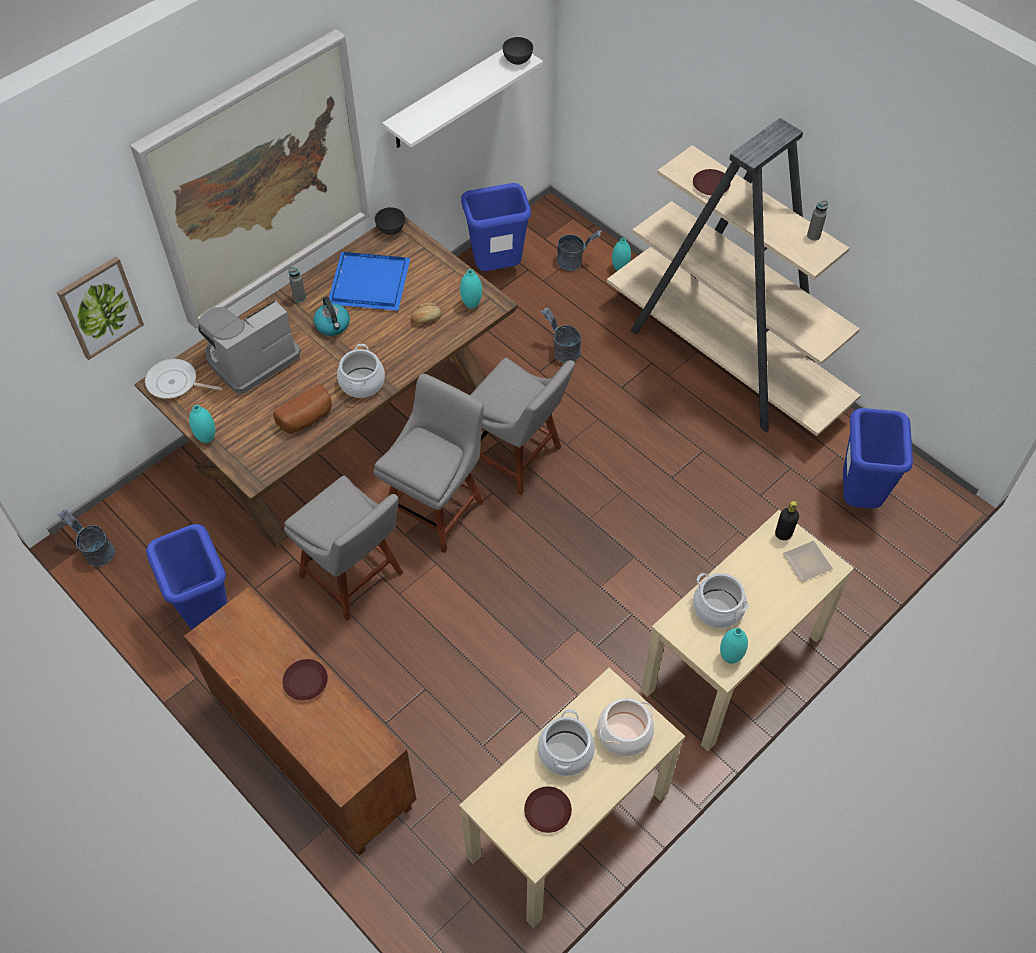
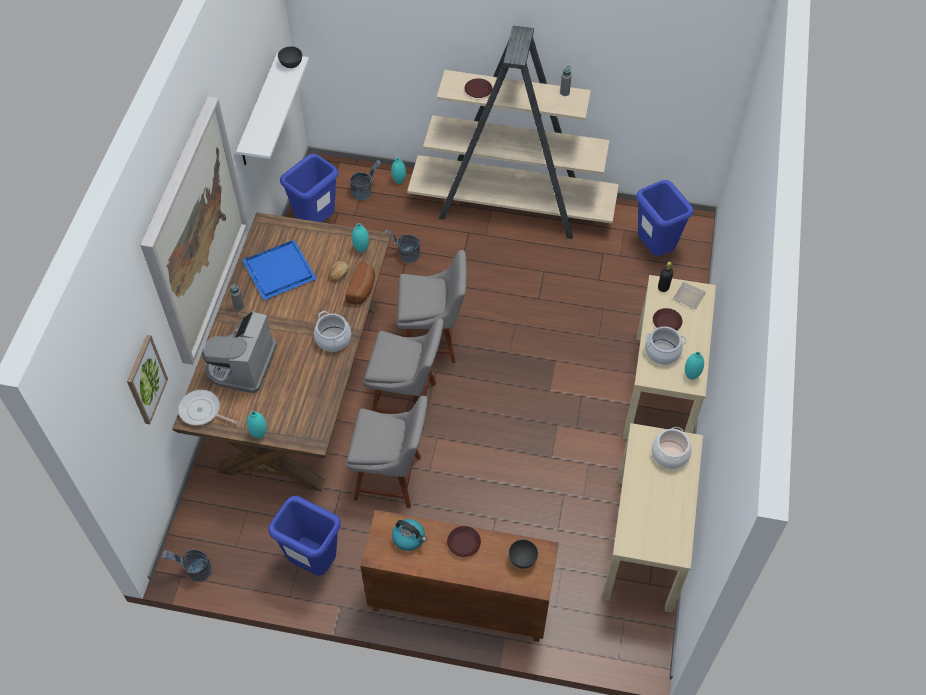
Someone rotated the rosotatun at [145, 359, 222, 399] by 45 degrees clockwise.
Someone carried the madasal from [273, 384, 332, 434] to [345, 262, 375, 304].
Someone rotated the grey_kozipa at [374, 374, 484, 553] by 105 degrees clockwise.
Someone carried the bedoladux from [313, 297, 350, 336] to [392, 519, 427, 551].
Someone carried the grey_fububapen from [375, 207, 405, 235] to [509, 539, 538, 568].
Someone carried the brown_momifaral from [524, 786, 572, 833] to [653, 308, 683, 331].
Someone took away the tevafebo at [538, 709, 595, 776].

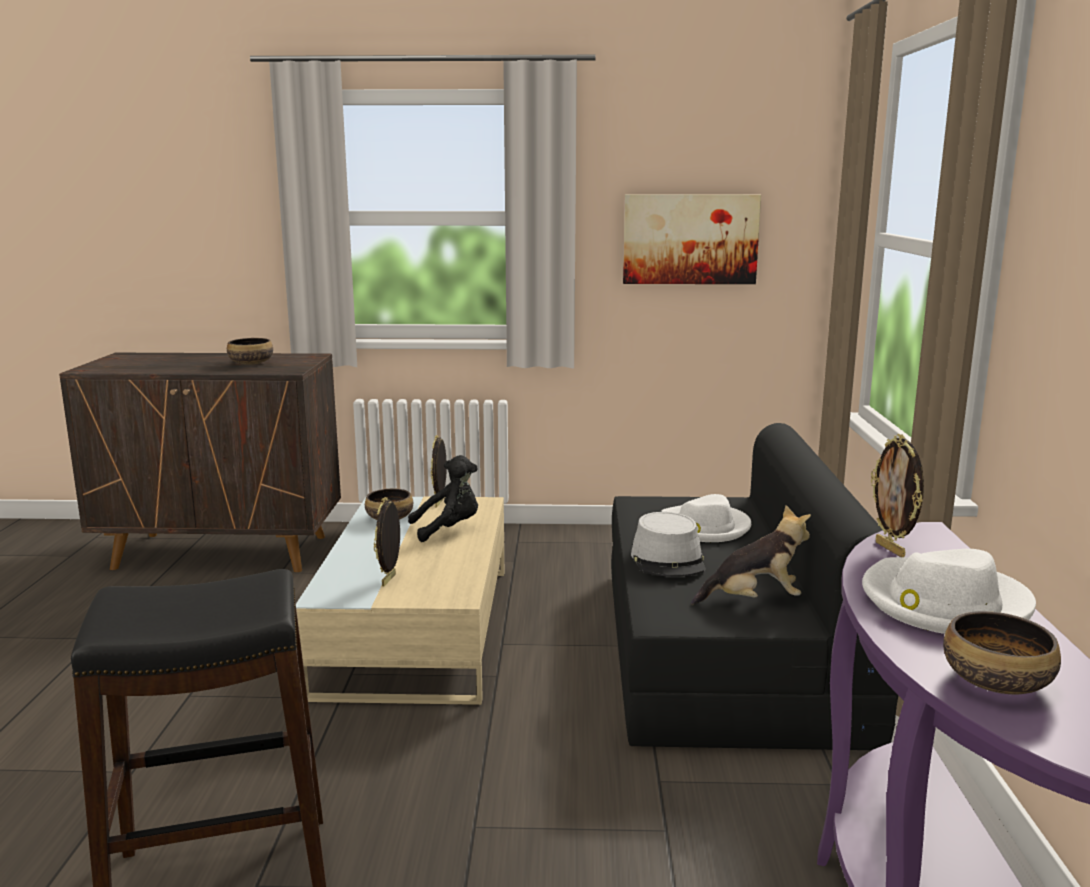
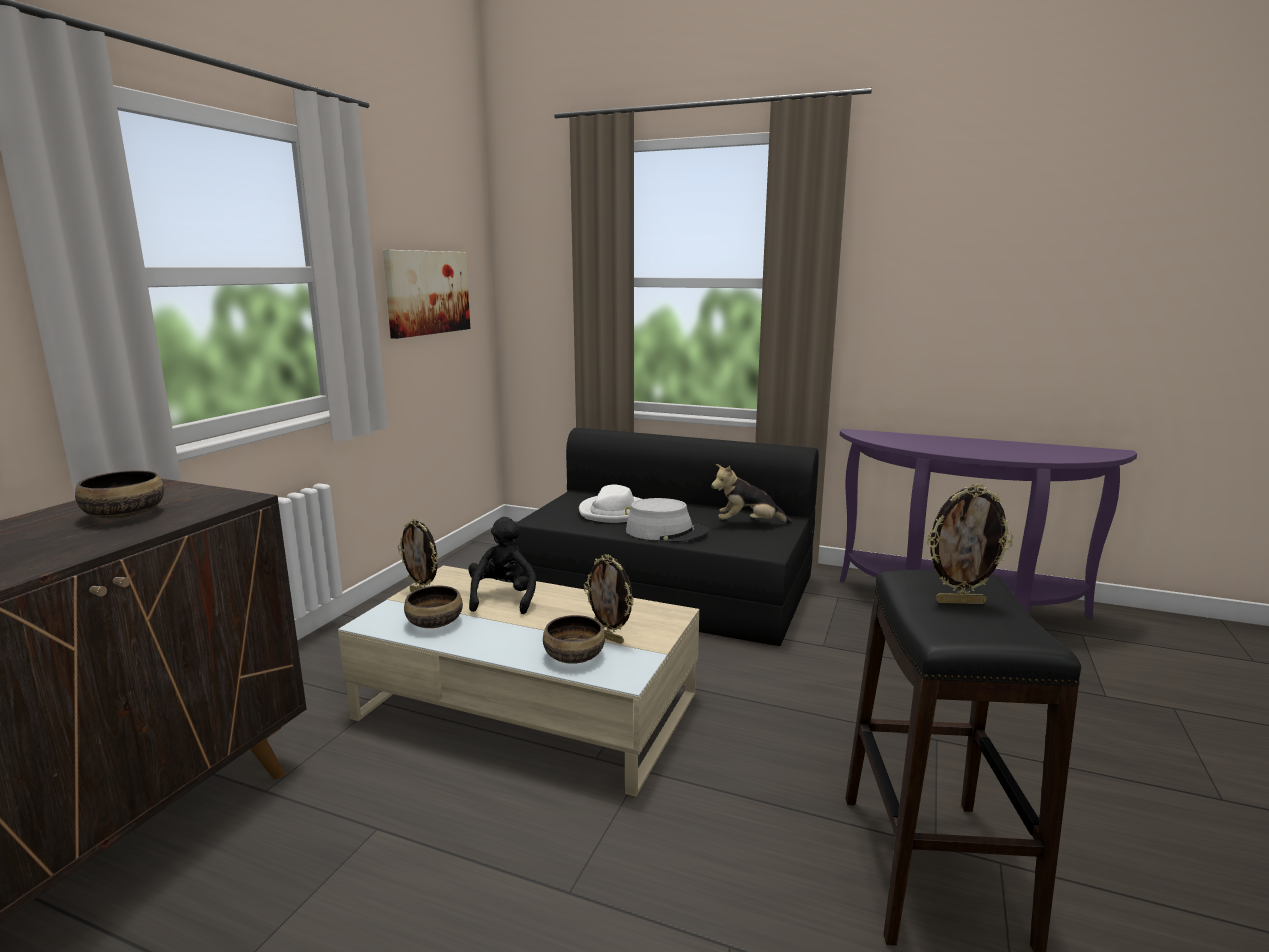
Someone carried the fububapen from [943, 611, 1061, 694] to [543, 615, 605, 664].
Someone rotated the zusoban at [691, 505, 811, 605] by 105 degrees counterclockwise.
Someone carried the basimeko from [871, 434, 924, 557] to [926, 483, 1013, 604].
Someone took away the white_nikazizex at [862, 549, 1036, 634].

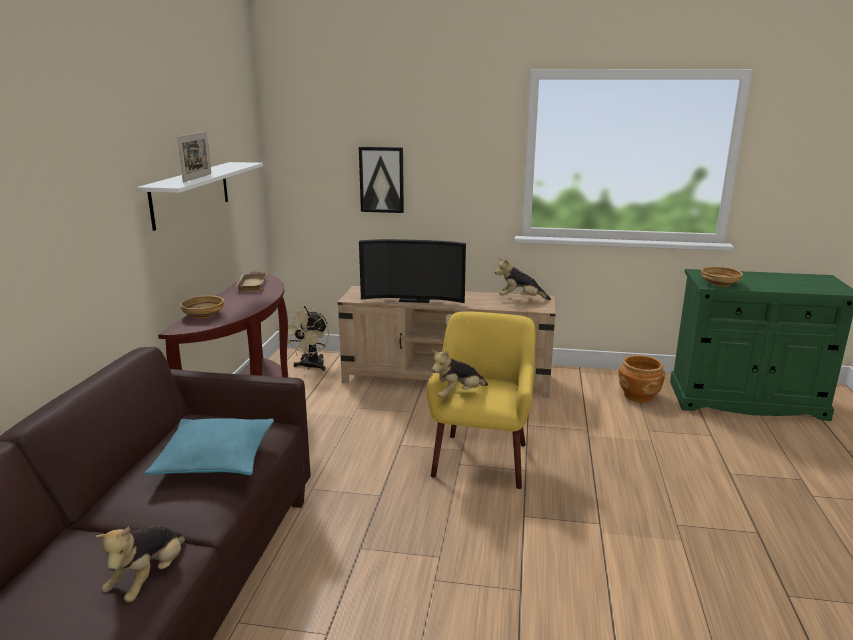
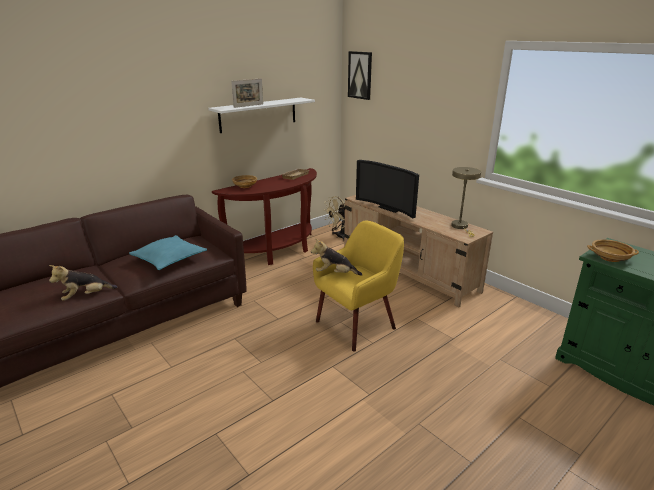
Someone carried the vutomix from [359, 147, 404, 213] to [348, 51, 372, 100].
Someone swapped the zusoban at [495, 258, 551, 300] for the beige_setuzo at [451, 167, 481, 237].
Someone took away the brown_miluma at [619, 355, 665, 403].

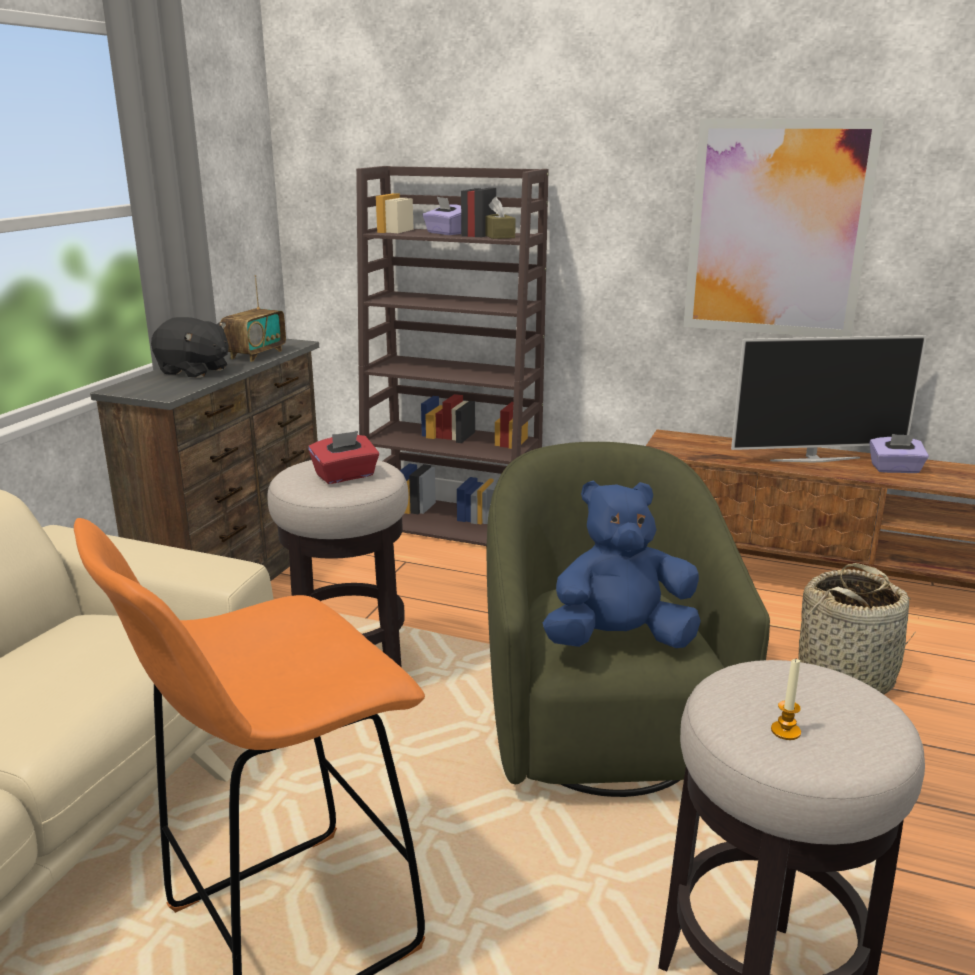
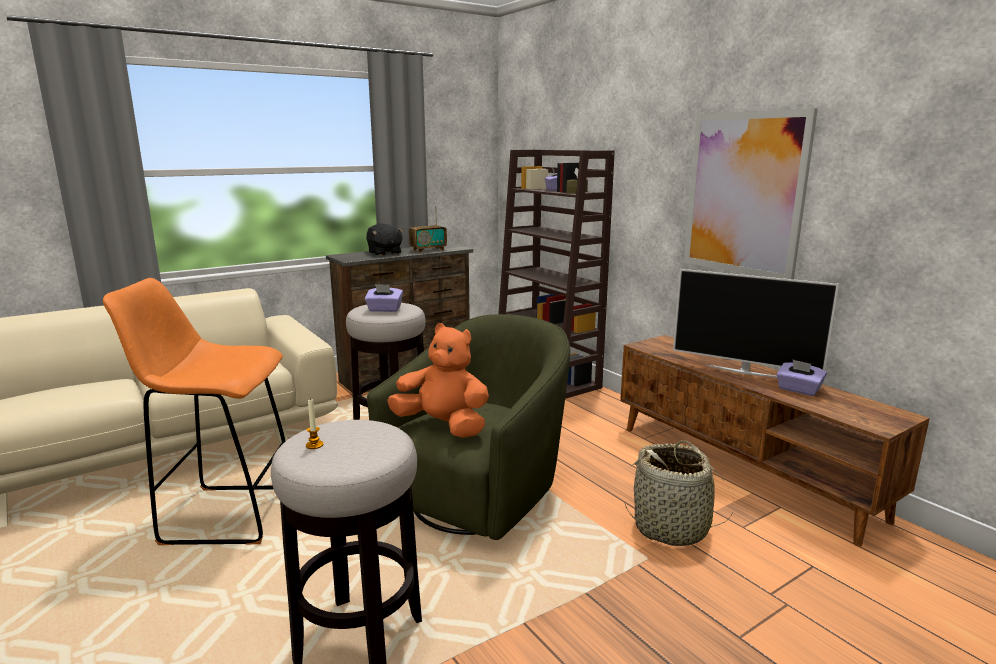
Someone repainted the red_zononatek at [308, 431, 379, 484], which became the purple_zononatek at [365, 284, 403, 312].
Someone repainted the blue_zusoban at [543, 480, 701, 648], which became the orange_zusoban at [387, 323, 489, 438].

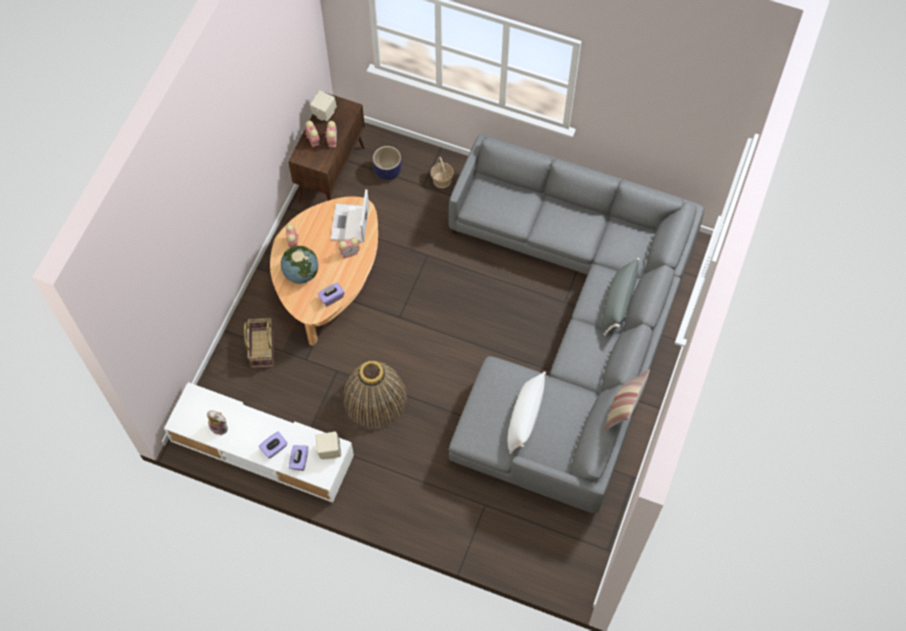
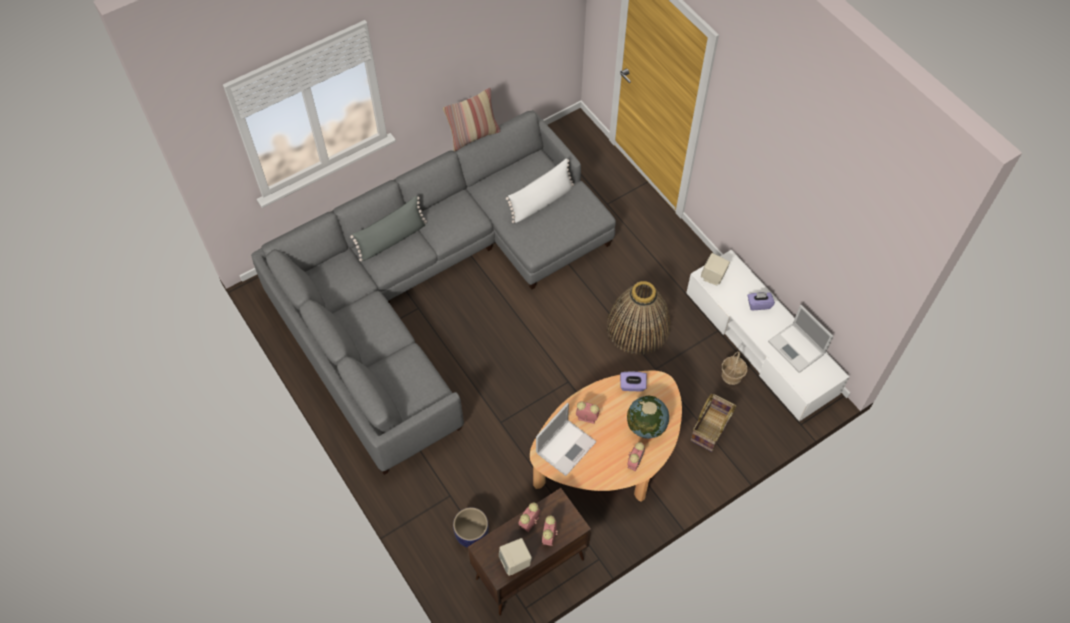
Someone carried the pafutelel from [430, 157, 454, 188] to [721, 351, 748, 385].
Someone swapped the zusoban at [207, 410, 228, 436] for the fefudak at [768, 305, 833, 373].
Someone took away the purple_zononatek at [289, 445, 308, 471].

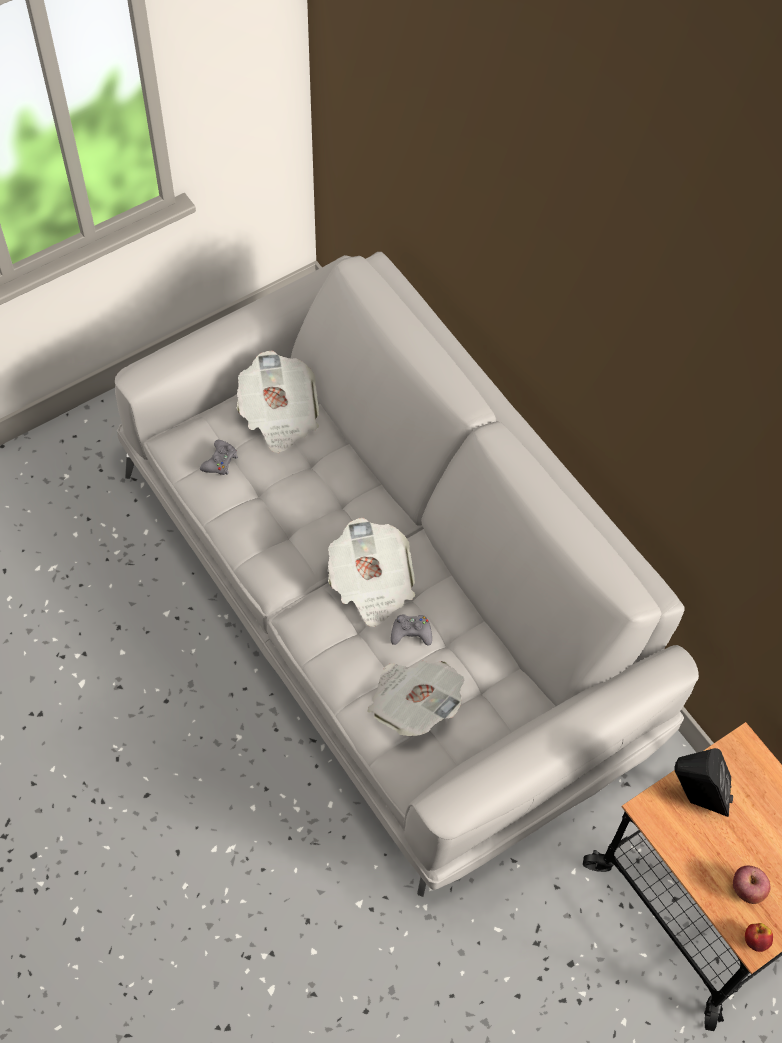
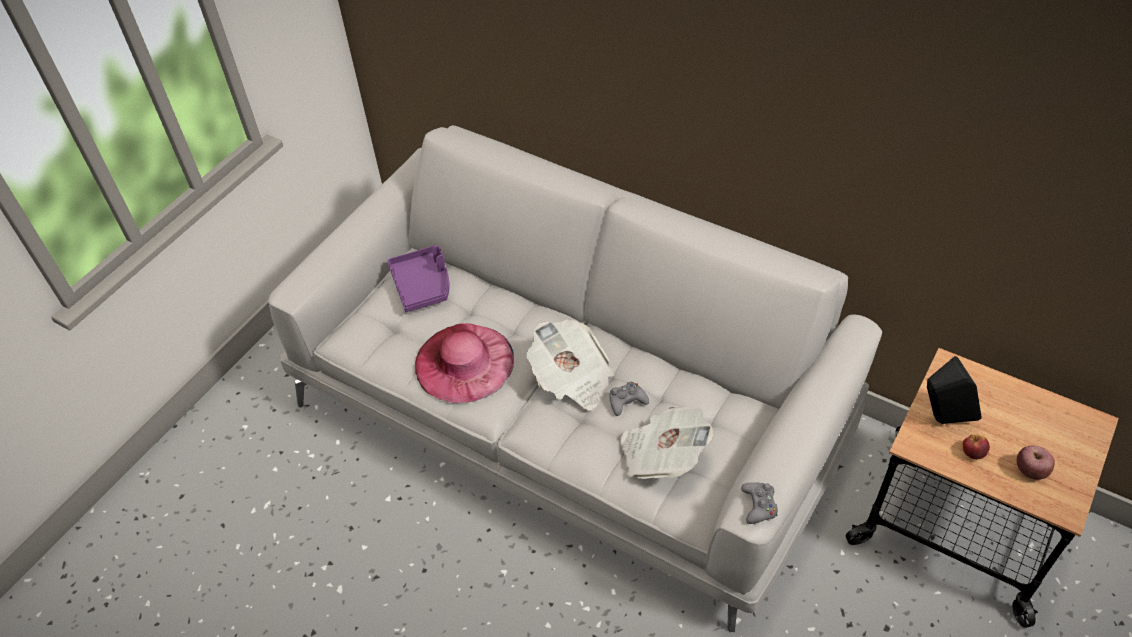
Someone swapped the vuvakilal at [236, 351, 319, 453] for the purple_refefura at [387, 245, 450, 312].
Someone put down the pink_nikazizex at [415, 323, 514, 403].
Someone carried the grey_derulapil from [200, 440, 238, 475] to [741, 482, 778, 524].
Someone carried the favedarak from [745, 923, 773, 952] to [962, 434, 990, 459].

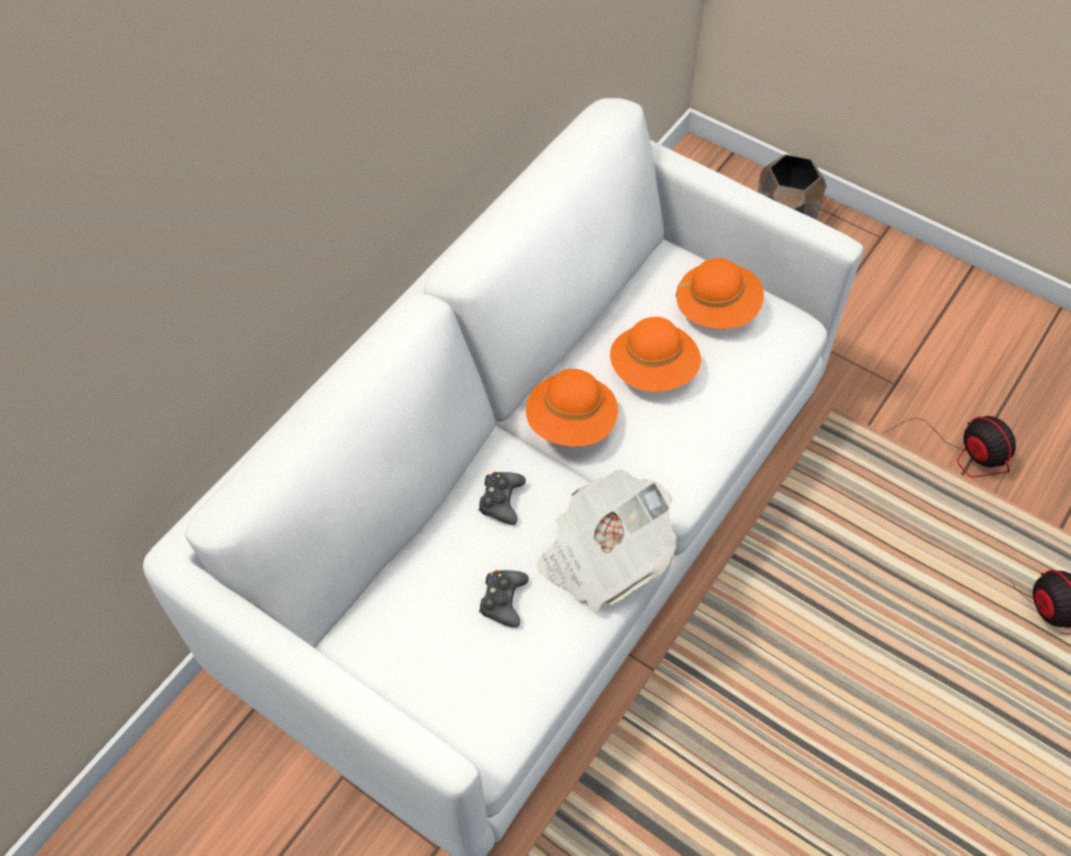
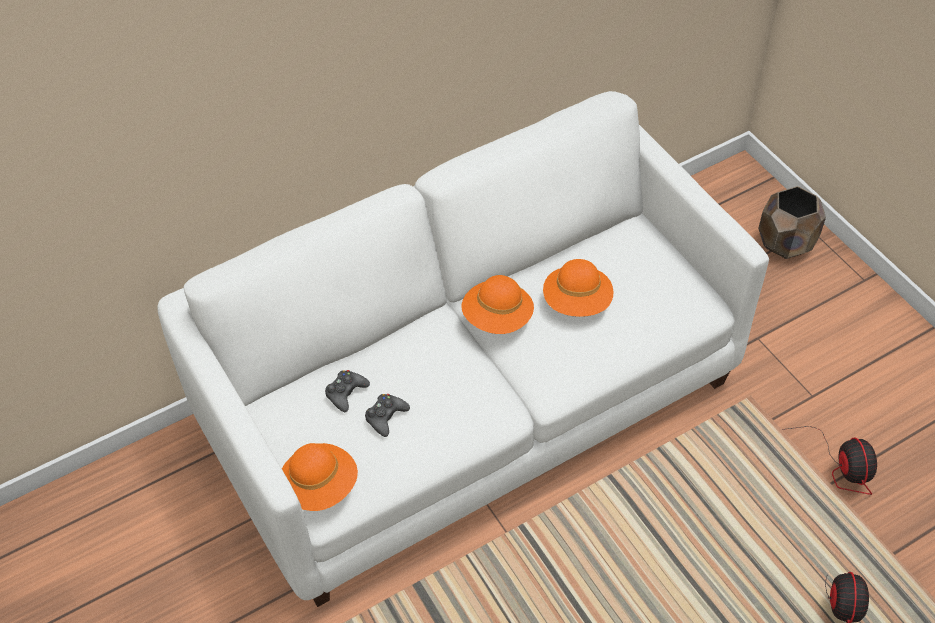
Someone carried the orange_nikazizex from [675, 258, 764, 329] to [282, 443, 358, 511].
Someone carried the black_derulapil from [478, 472, 526, 525] to [325, 370, 370, 412].
Someone took away the vuvakilal at [537, 470, 676, 612].

